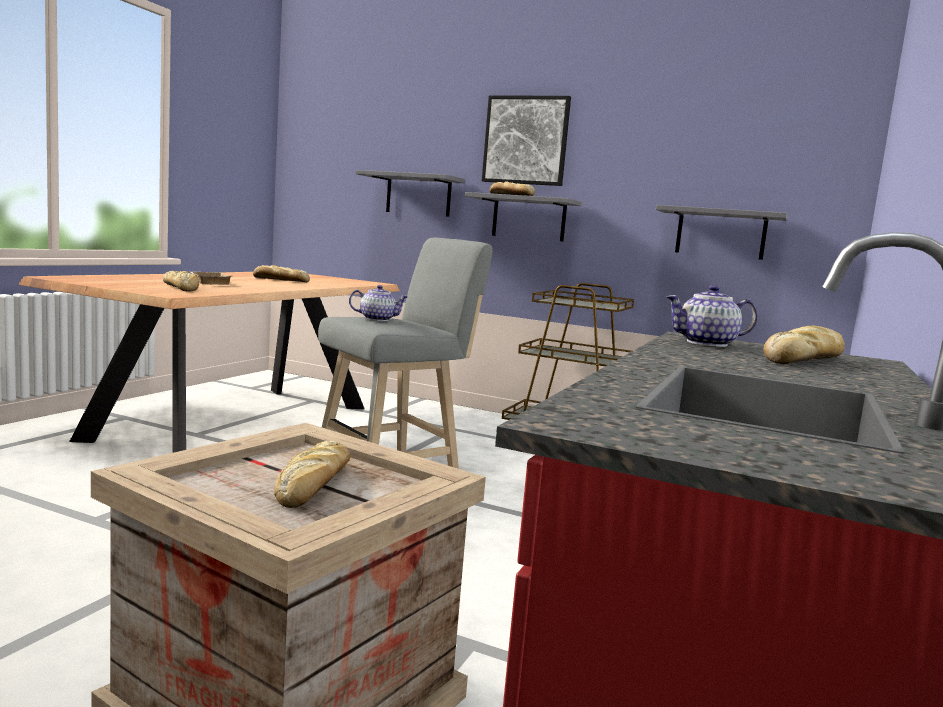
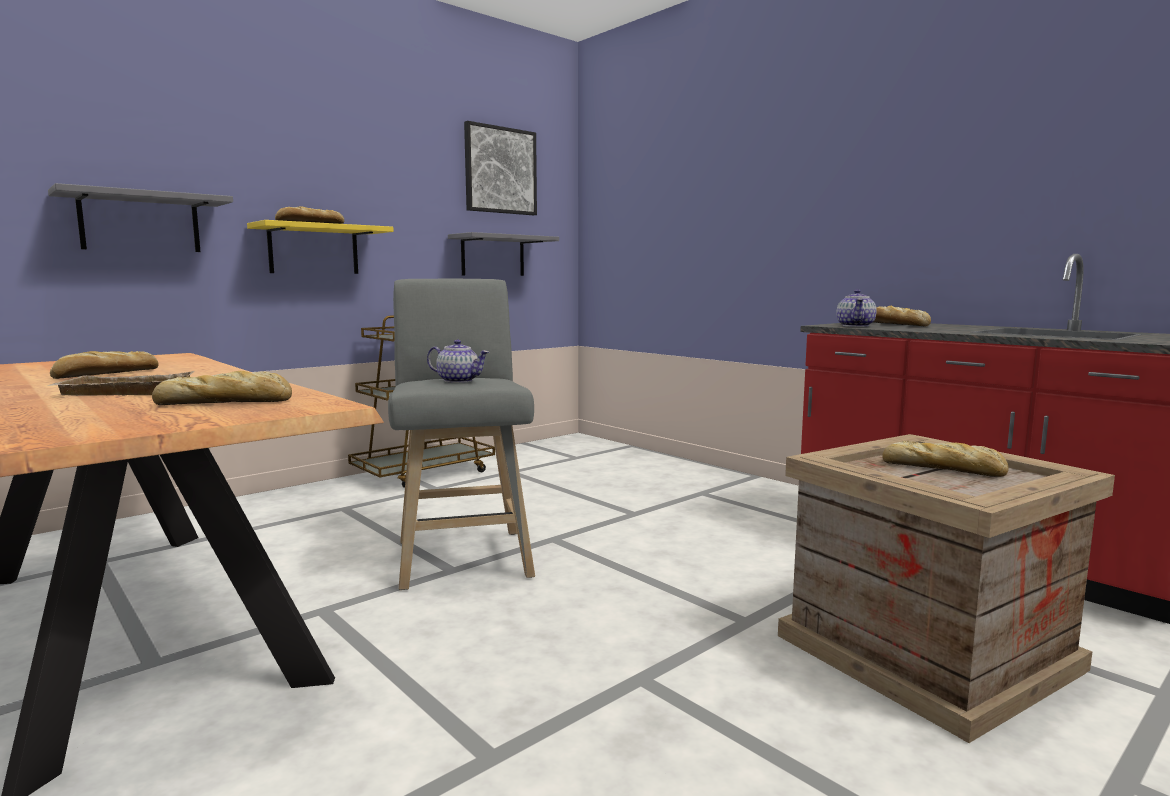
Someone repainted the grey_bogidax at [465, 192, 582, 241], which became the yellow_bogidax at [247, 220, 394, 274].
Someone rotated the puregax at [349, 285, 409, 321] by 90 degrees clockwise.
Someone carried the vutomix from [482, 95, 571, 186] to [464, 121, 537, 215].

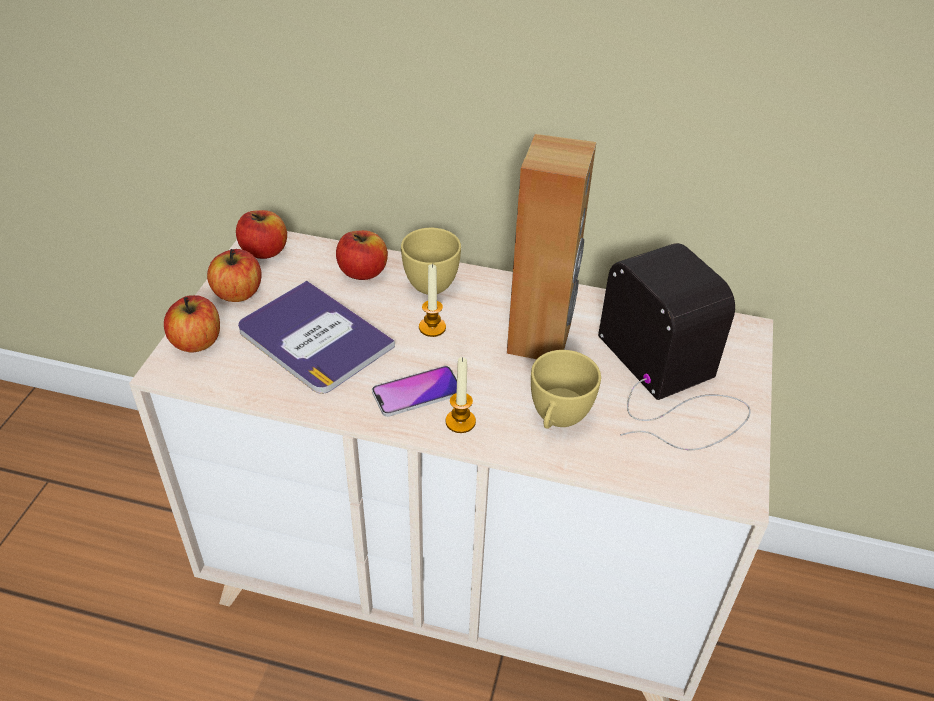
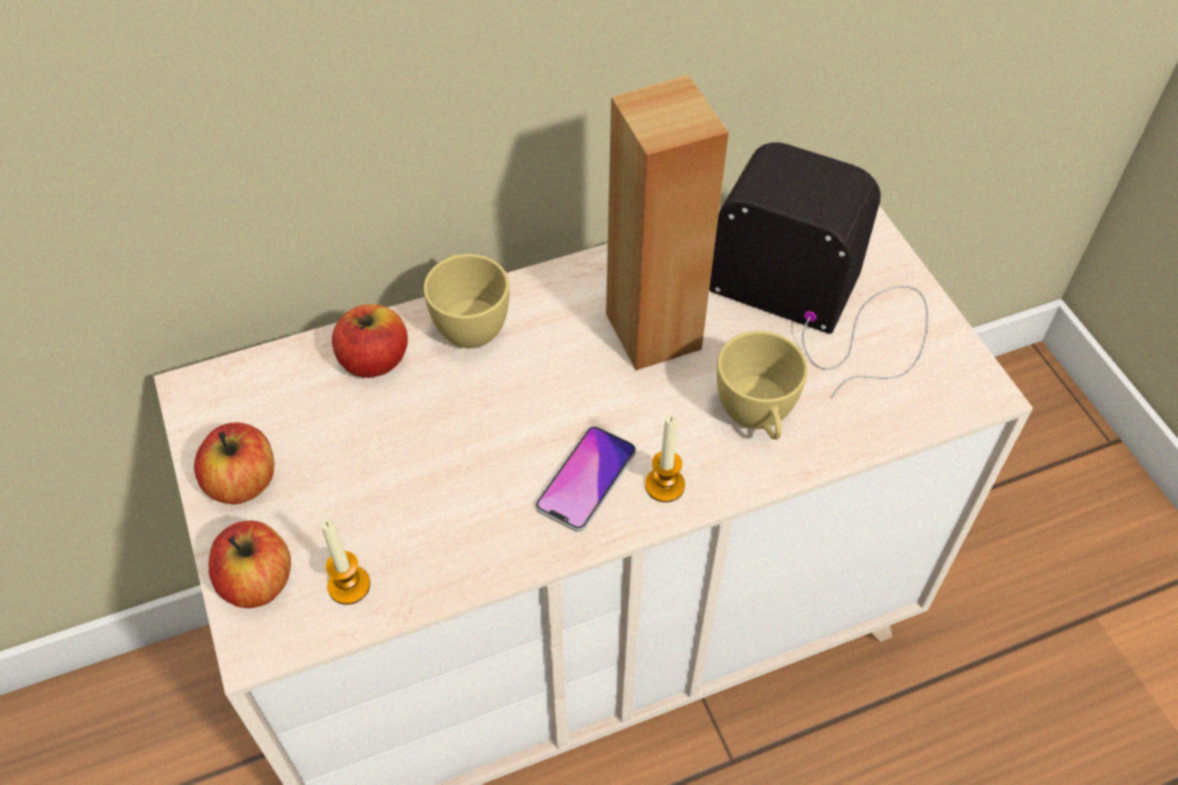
Someone carried the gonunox from [419, 264, 446, 337] to [321, 520, 370, 605].
Someone took away the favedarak at [236, 210, 287, 259].
Someone took away the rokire at [238, 281, 395, 394].

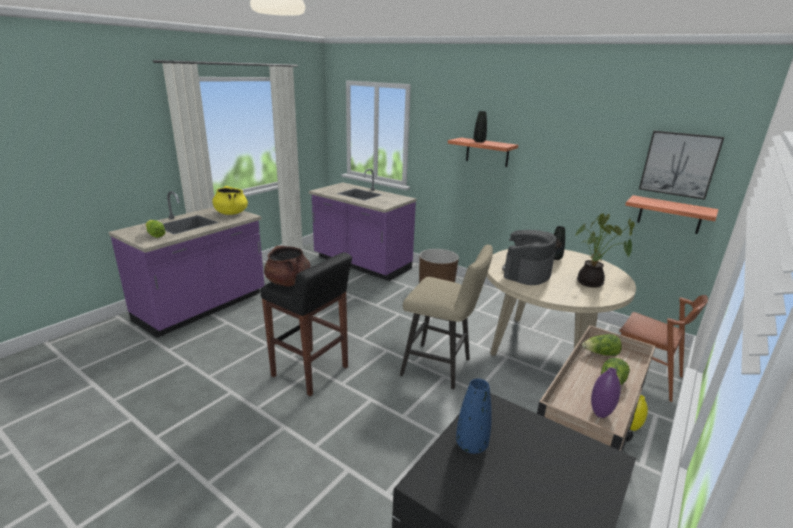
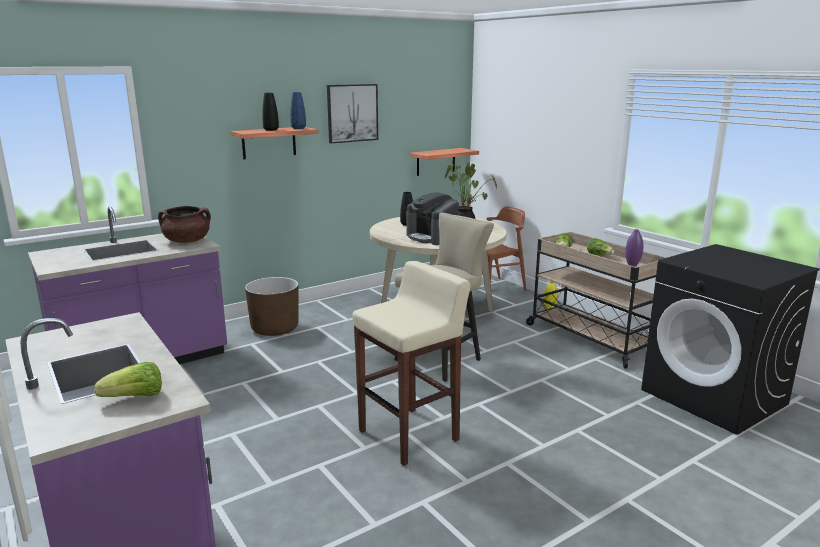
Someone carried the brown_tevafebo from [264, 246, 310, 287] to [158, 206, 211, 243].
Someone carried the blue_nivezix from [456, 378, 492, 454] to [290, 92, 306, 129].
Someone carried the vutomix from [639, 131, 724, 200] to [327, 84, 378, 143].
Someone repainted the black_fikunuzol at [260, 252, 352, 396], which became the beige_fikunuzol at [352, 261, 471, 466].
Someone took away the yellow_tevafebo at [212, 186, 248, 215].

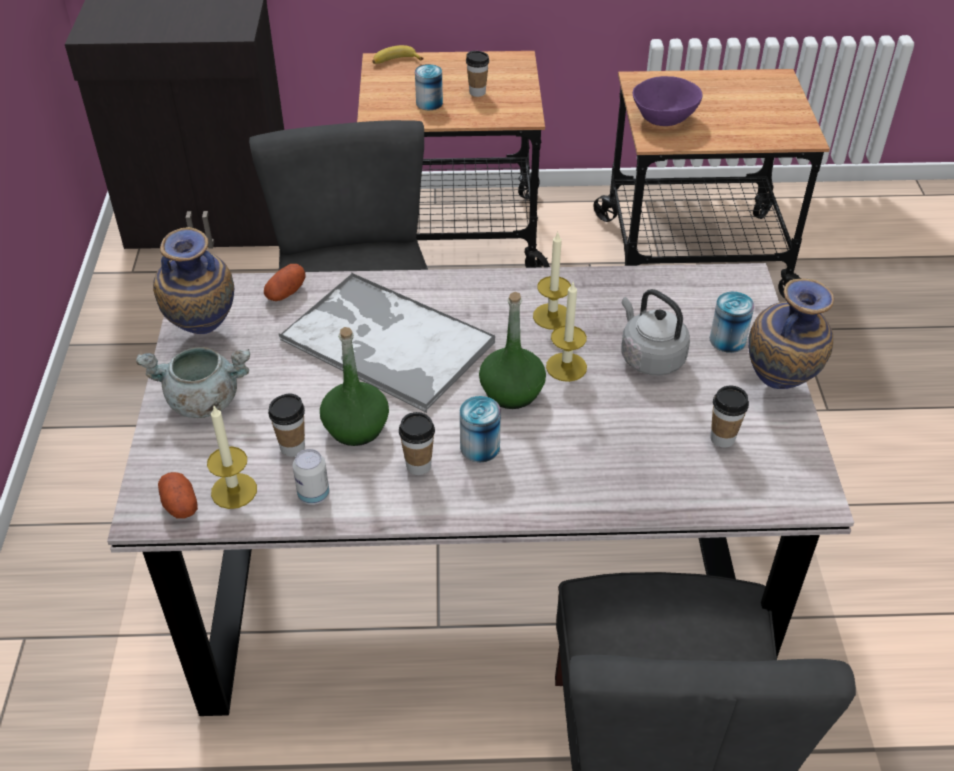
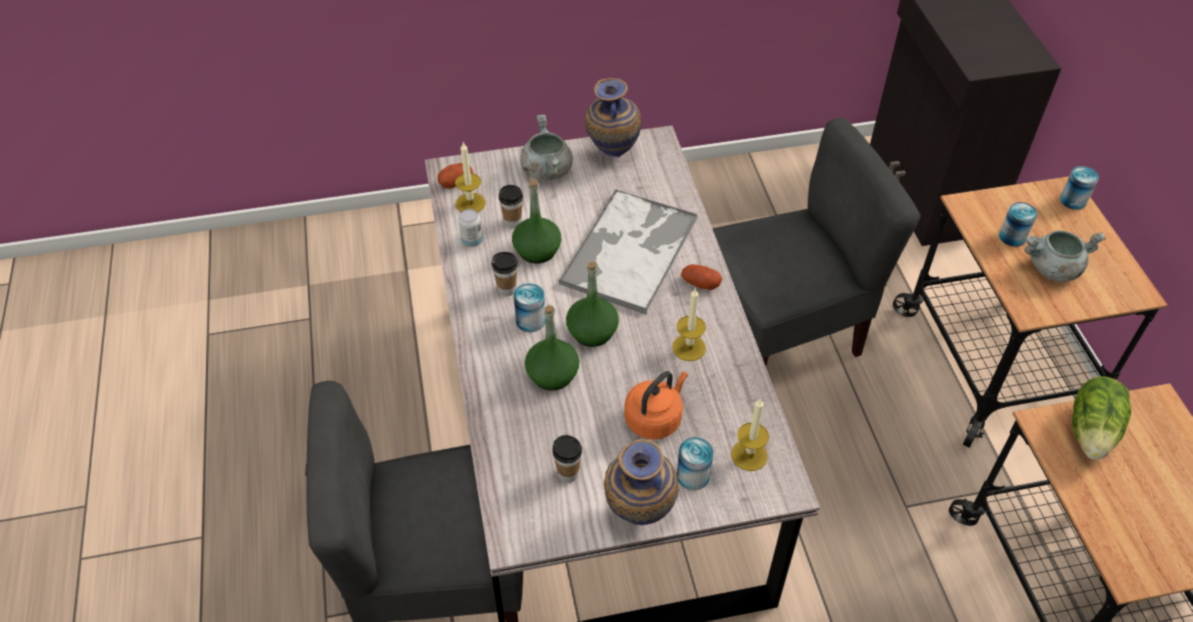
Someone put down the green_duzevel at [525, 305, 579, 391].
Someone repainted the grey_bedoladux at [621, 289, 690, 376], which became the orange_bedoladux at [624, 371, 688, 440].
Someone carried the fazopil from [264, 264, 306, 301] to [681, 264, 722, 290].
Someone carried the gonunox from [546, 283, 587, 382] to [731, 398, 769, 471].
Someone swapped the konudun at [466, 51, 489, 97] for the grey_tevafebo at [1024, 230, 1106, 282].
Someone swapped the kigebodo at [372, 45, 424, 64] for the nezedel at [1060, 166, 1099, 210].
Someone swapped the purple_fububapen at [633, 76, 703, 126] for the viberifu at [1072, 376, 1131, 460].

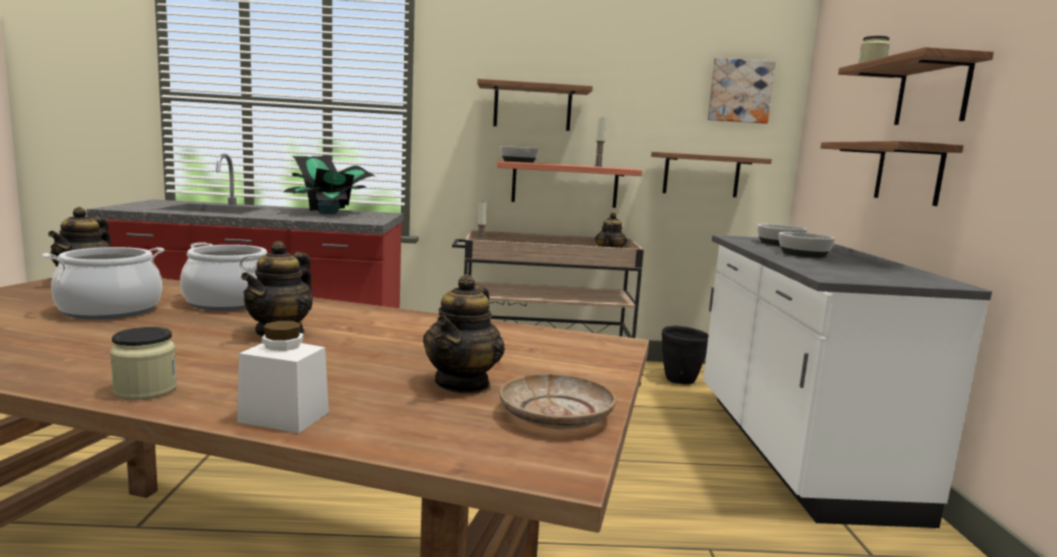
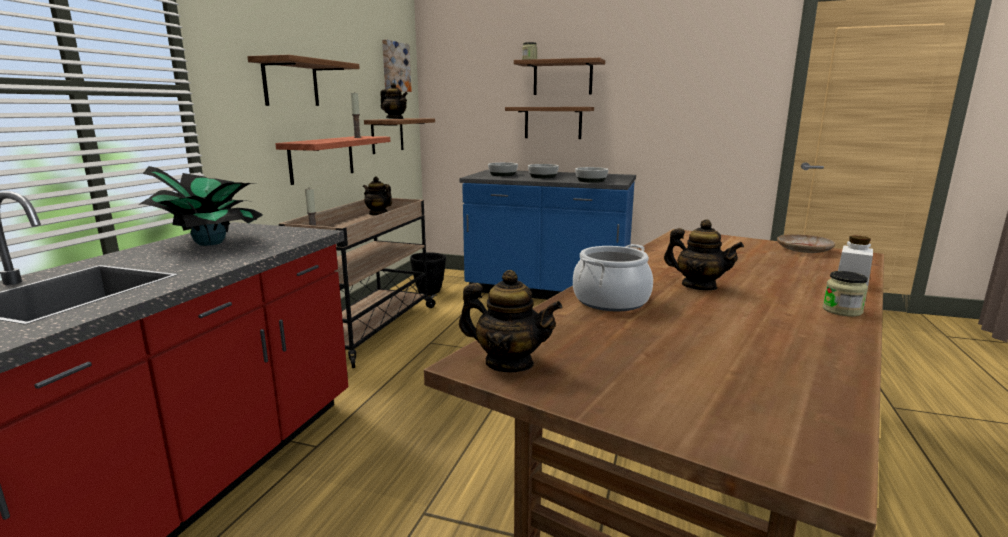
Someone carried the puregax from [423, 274, 505, 394] to [380, 83, 408, 119].
Someone repainted the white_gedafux at [703, 235, 992, 528], which became the blue_gedafux at [459, 170, 636, 300].
Someone carried the fububapen from [500, 146, 539, 163] to [575, 167, 608, 183].
Someone took away the tevafebo at [43, 247, 165, 319].

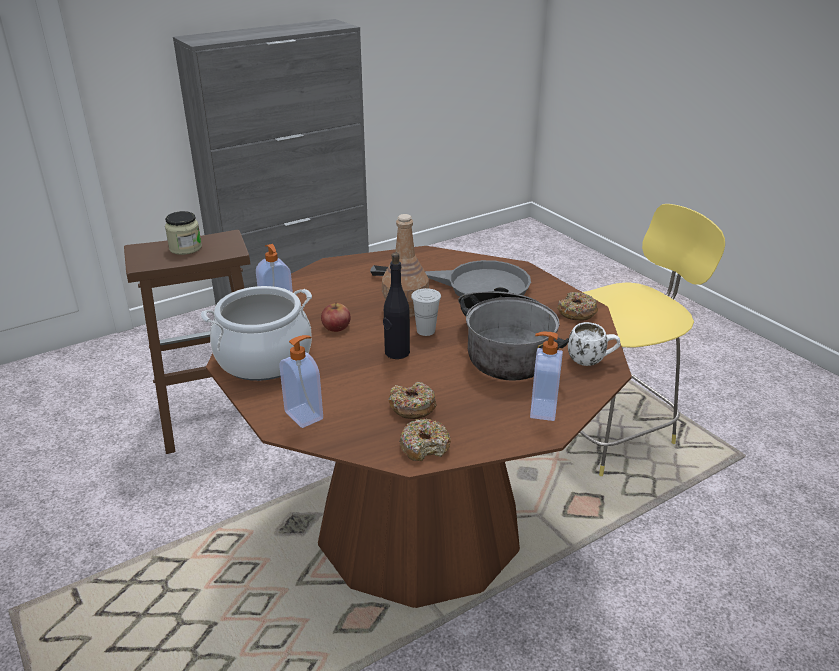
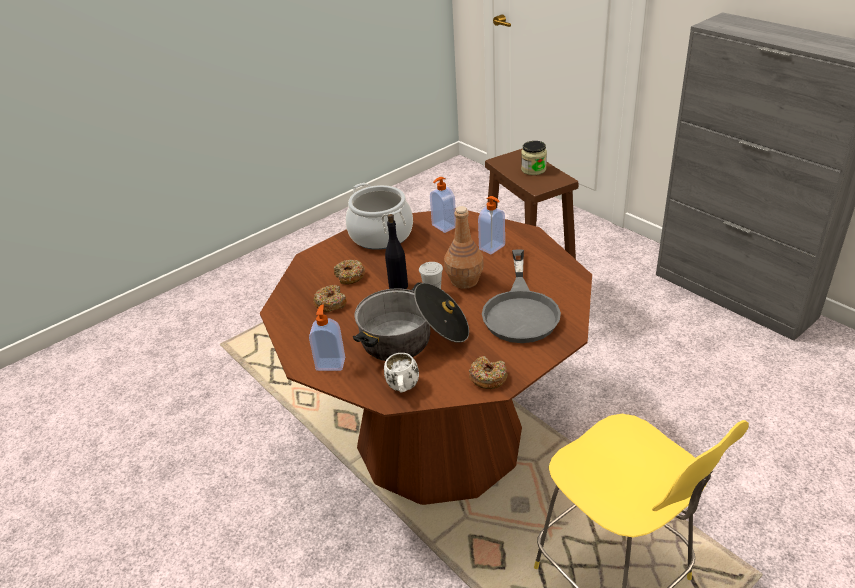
Someone carried the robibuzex from [399, 418, 451, 461] to [334, 259, 365, 285].
Someone carried the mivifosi from [279, 335, 323, 428] to [478, 196, 505, 254].
Someone took away the favedarak at [321, 303, 351, 332].

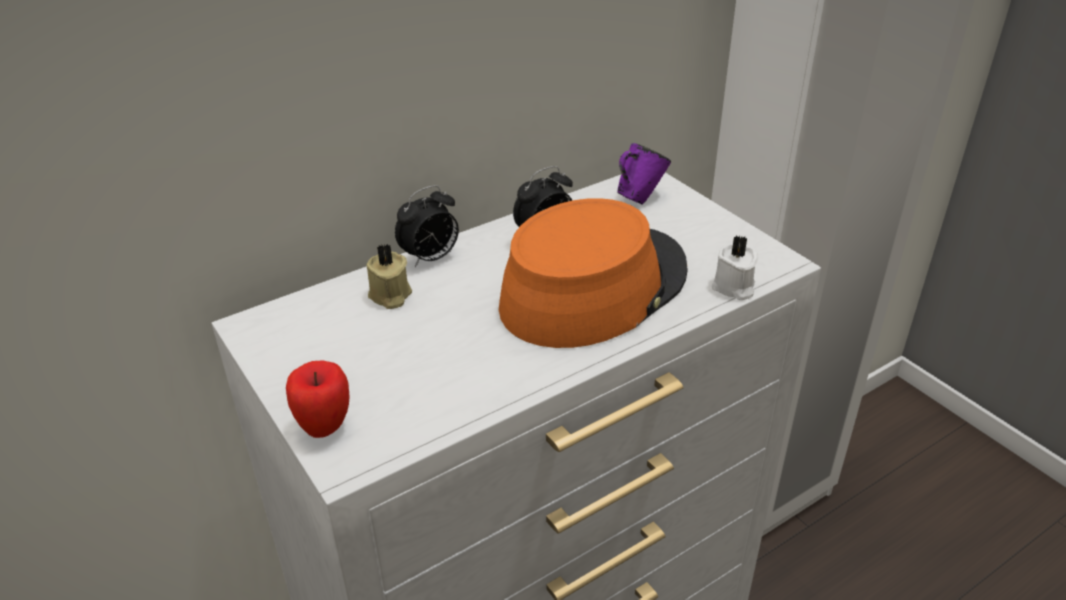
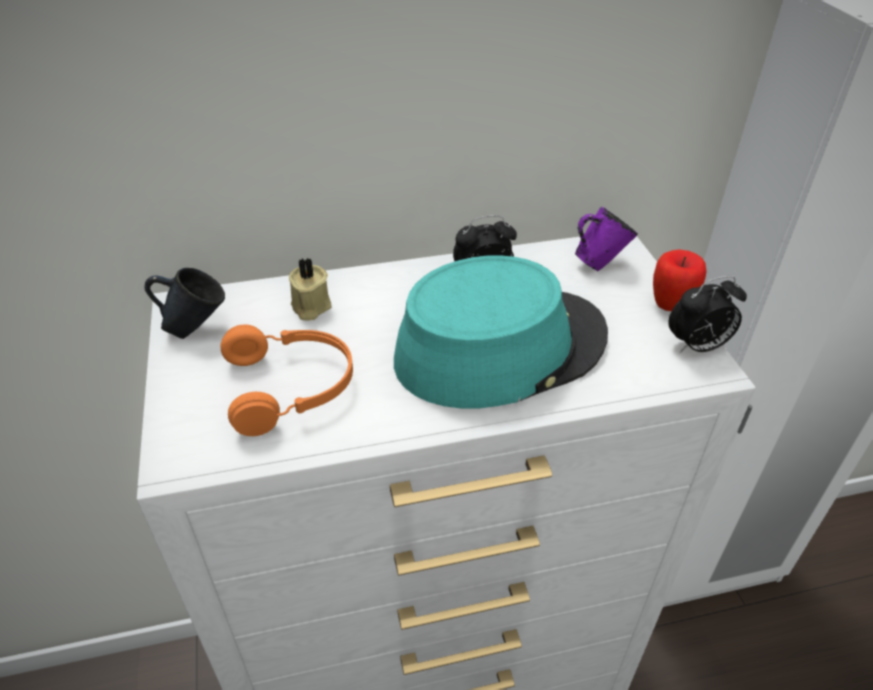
Someone put down the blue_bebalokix at [144, 268, 225, 339].
Someone put down the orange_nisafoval at [220, 324, 353, 436].
Someone repainted the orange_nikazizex at [499, 198, 688, 348], which became the turquoise_nikazizex at [394, 255, 608, 409].
Someone carried the favedarak from [286, 360, 350, 438] to [653, 250, 707, 311].
Someone carried the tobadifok from [395, 185, 459, 267] to [668, 276, 747, 353].
Someone took away the white_gonunox at [712, 236, 759, 300].

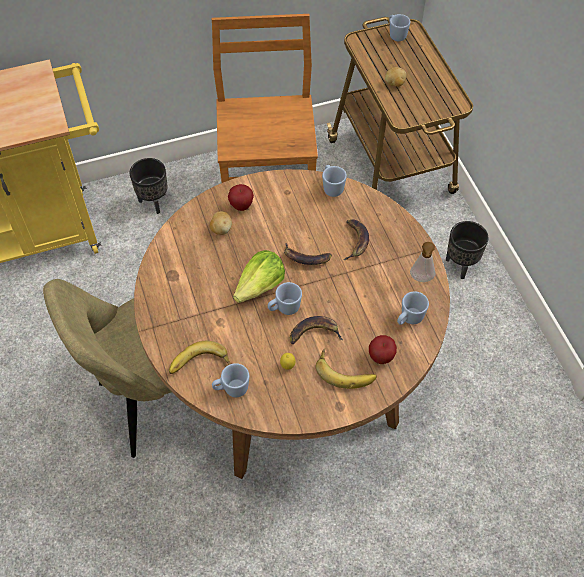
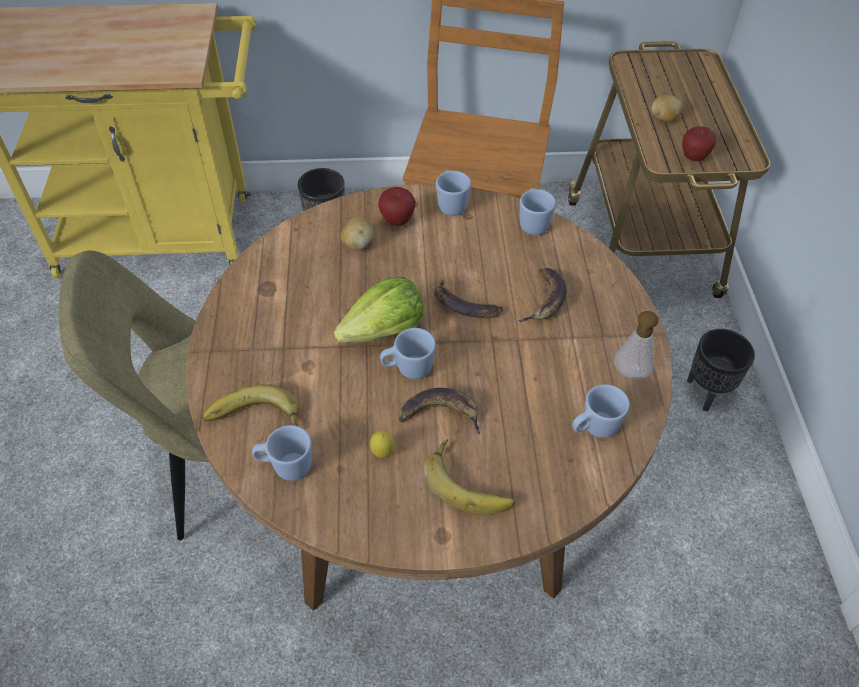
Someone carried the blue_bebalokix from [389, 14, 410, 41] to [436, 170, 471, 216].
Someone carried the favedarak from [369, 335, 397, 364] to [682, 126, 716, 161].

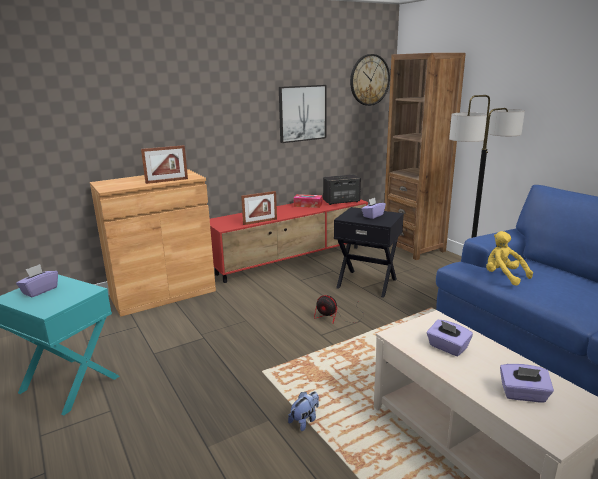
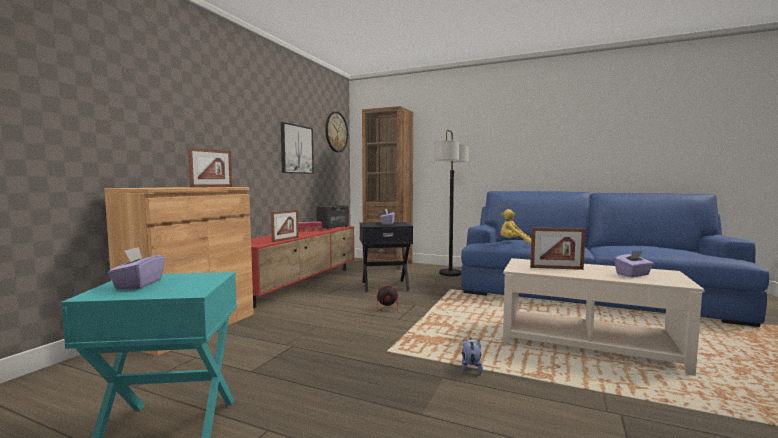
Someone swapped the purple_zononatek at [427, 320, 473, 356] for the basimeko at [530, 228, 585, 270].

